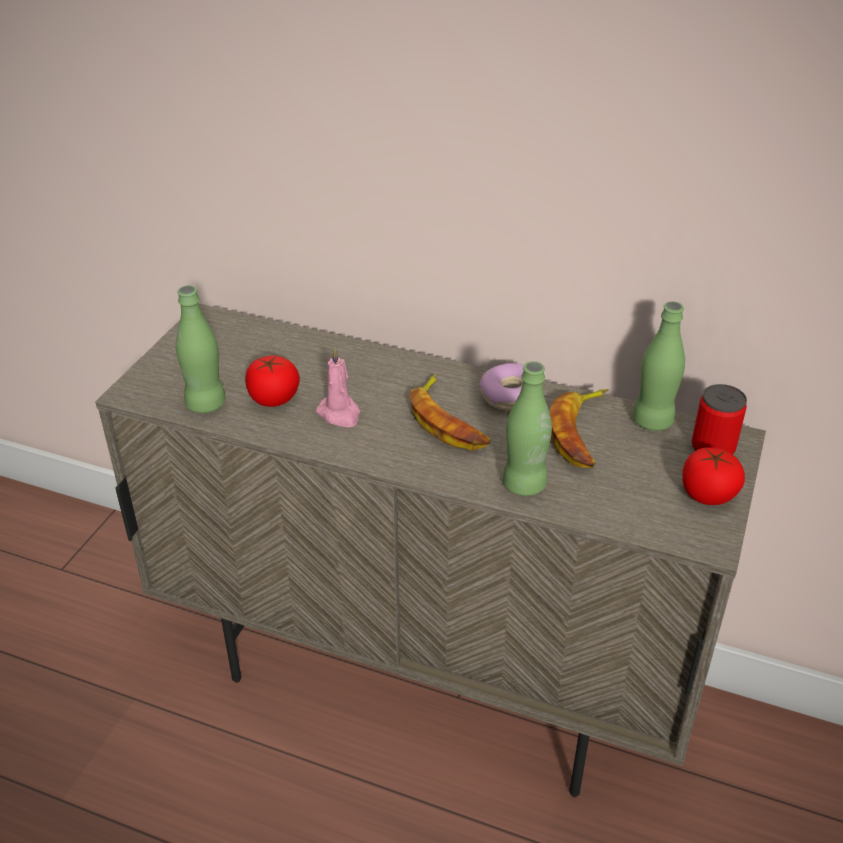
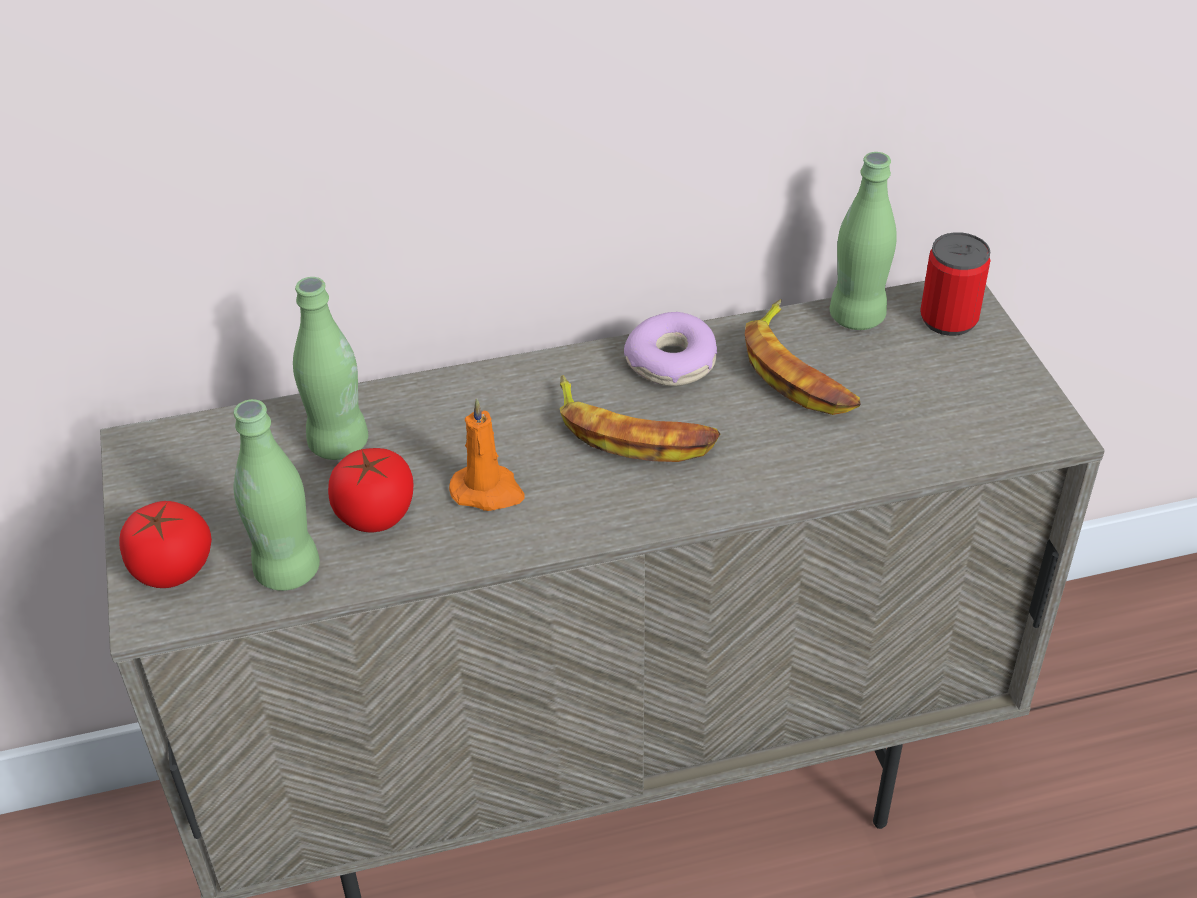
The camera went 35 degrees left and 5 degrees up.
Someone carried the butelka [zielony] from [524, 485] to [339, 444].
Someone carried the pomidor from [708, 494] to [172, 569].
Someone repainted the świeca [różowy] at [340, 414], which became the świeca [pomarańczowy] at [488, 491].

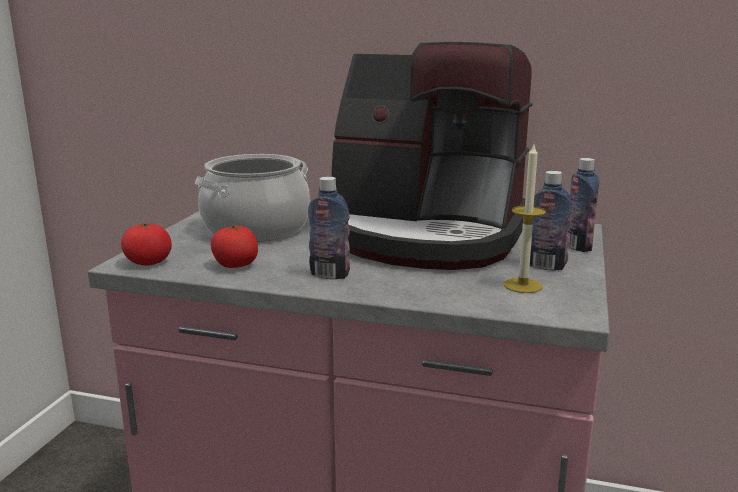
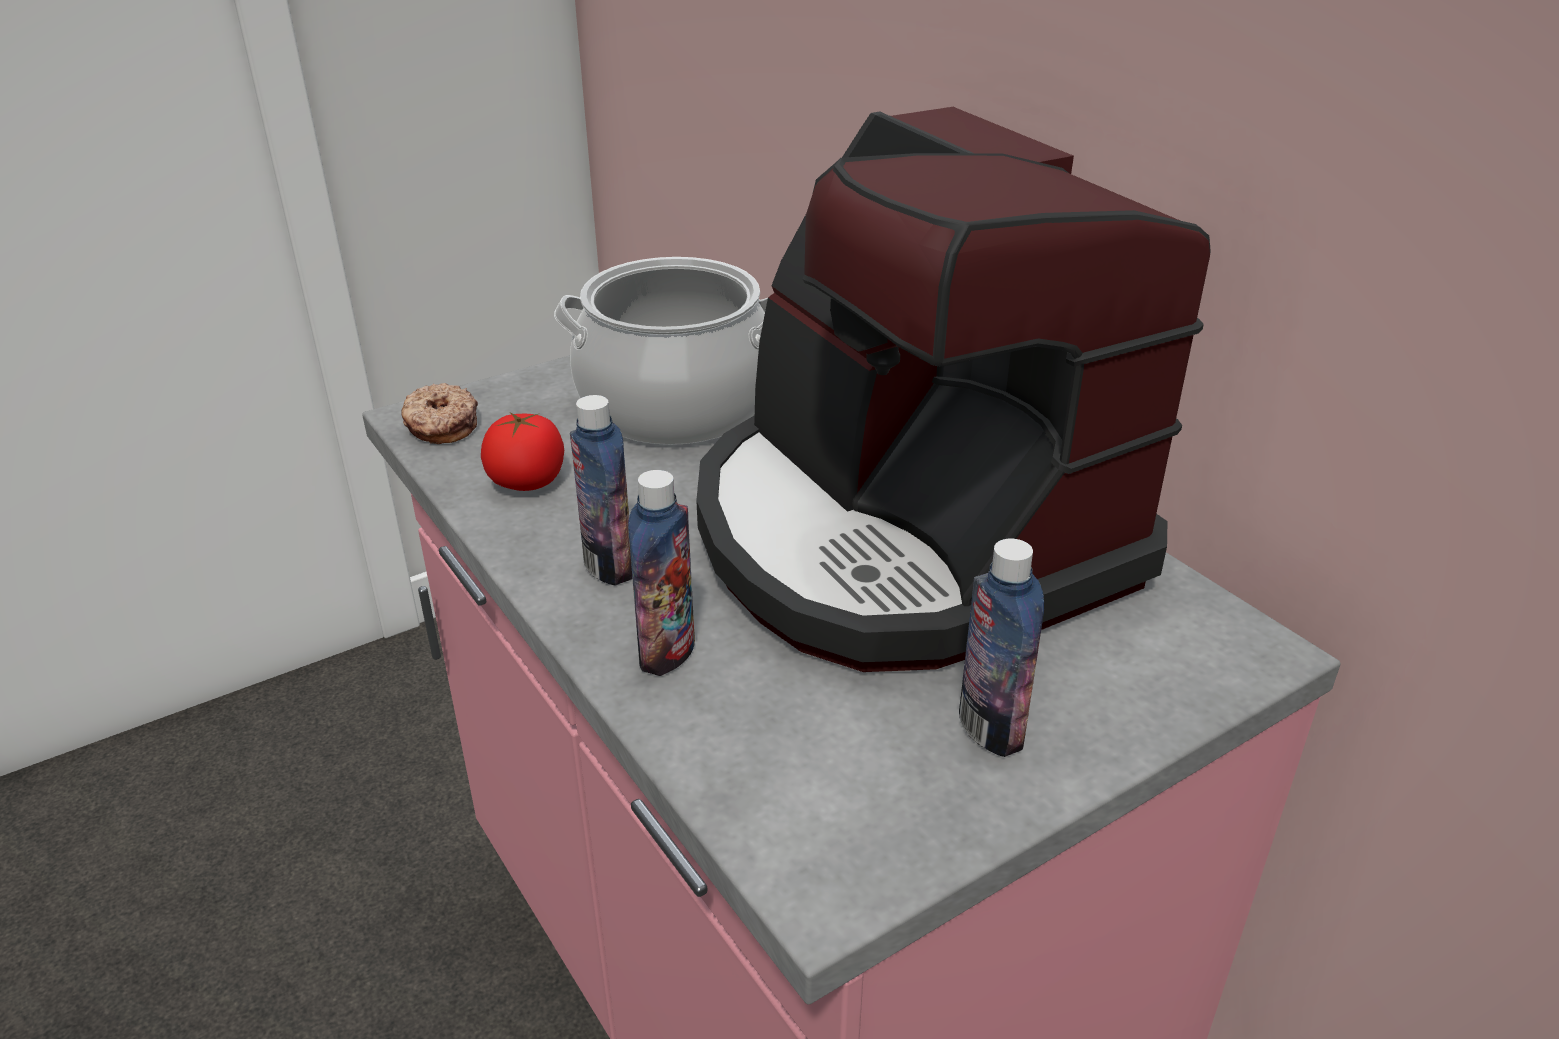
The camera went 40 degrees right and 15 degrees up.
Someone took away the świeca at [523, 285].
Someone carried the butelka from [578, 246] to [667, 651].
Someone swapped the pomidor at [148, 262] for the donut at [440, 426].

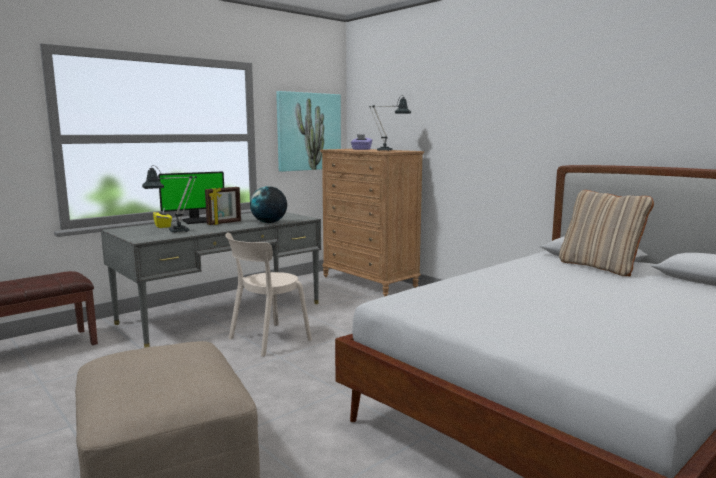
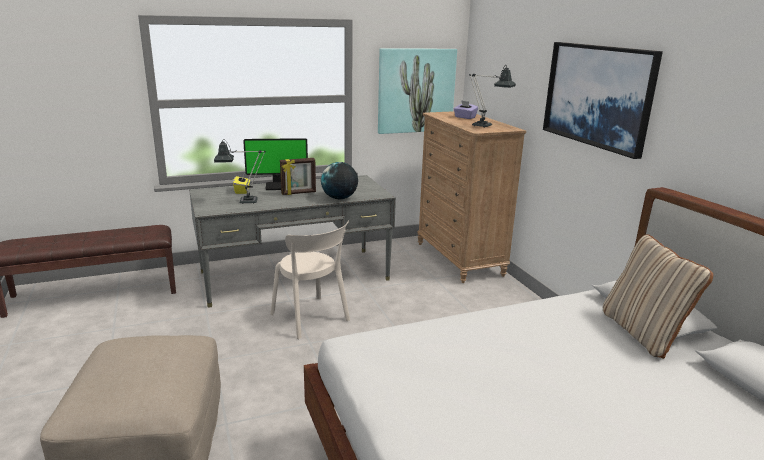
The camera went 20 degrees right and 10 degrees up.
Someone put up the obraz at [597, 95].
Someone rotated the krzesło [beżowy] at [266, 340] by 105 degrees counterclockwise.

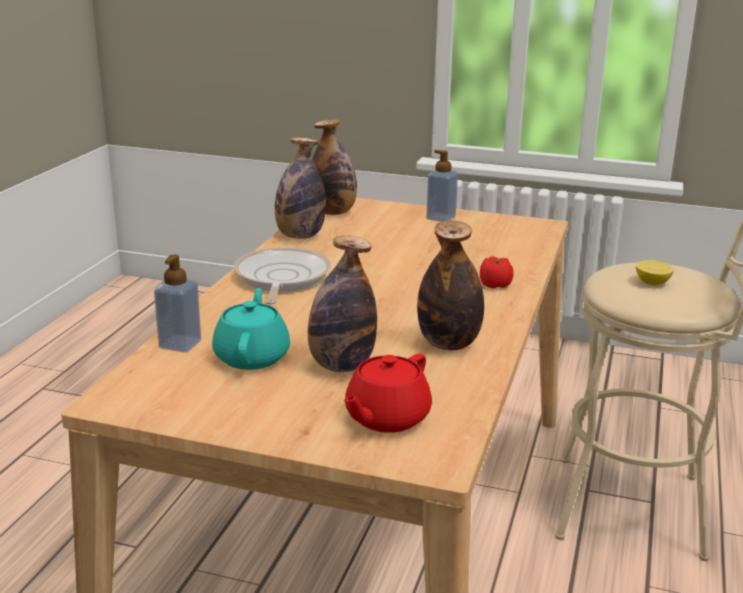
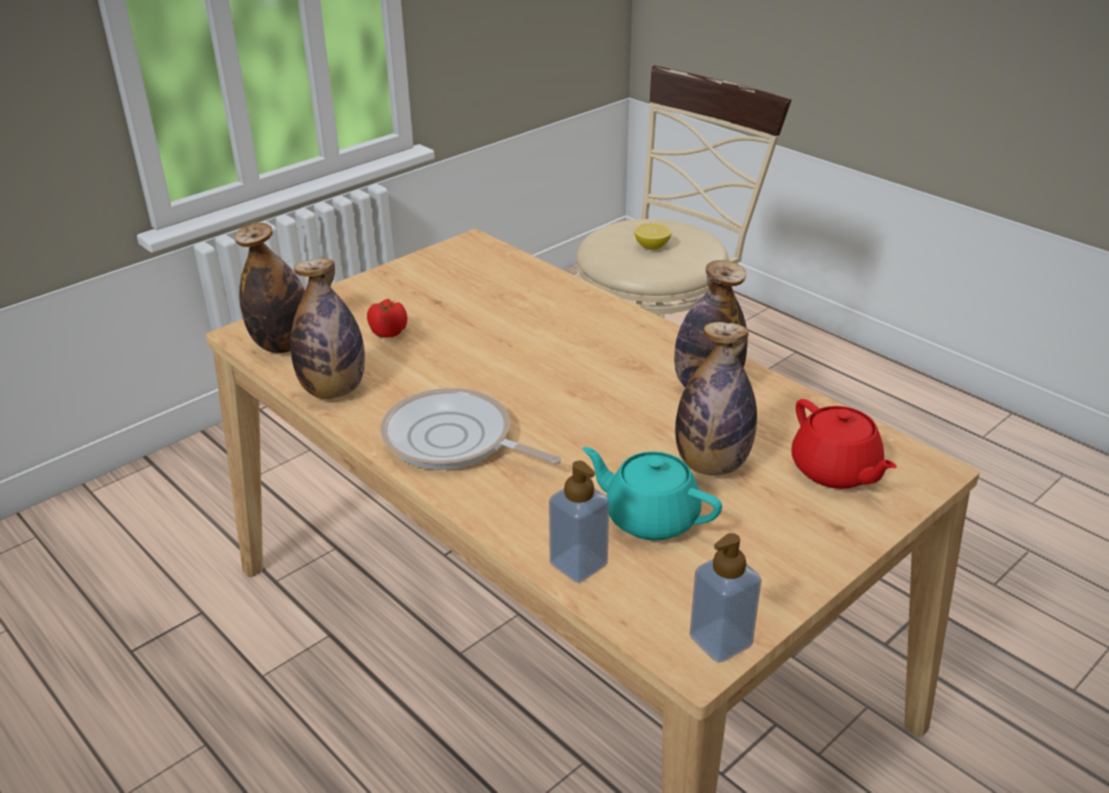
The camera went 60 degrees left and 10 degrees up.
Someone carried the dozownik mydła from [440, 218] to [720, 641].
Someone carried the pomidor from [495, 285] to [388, 332].

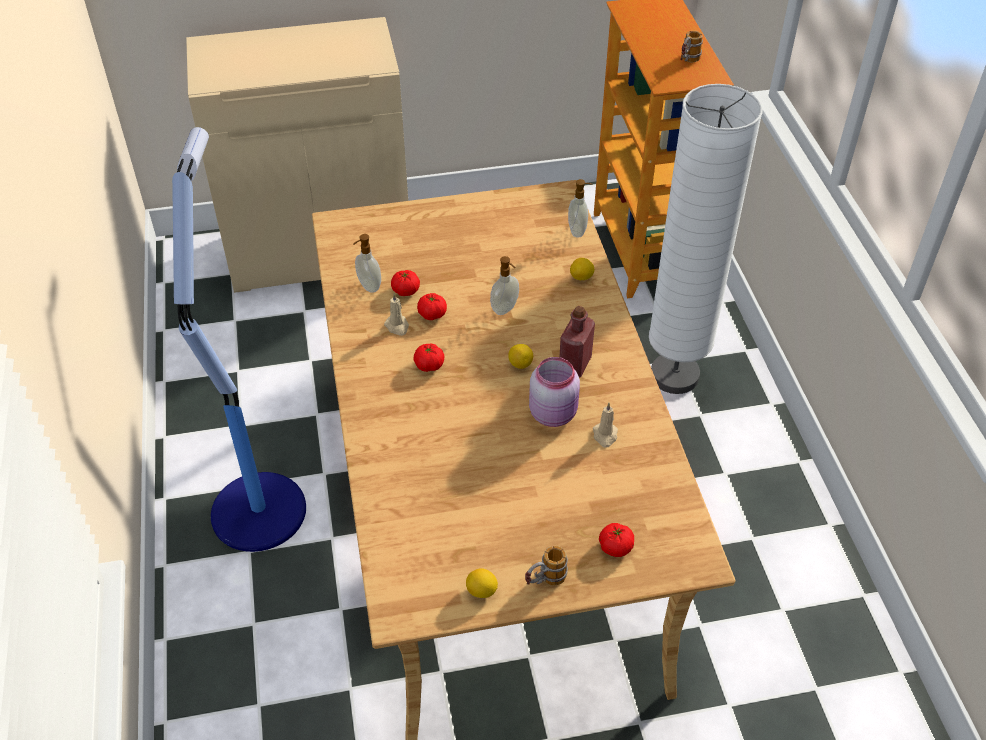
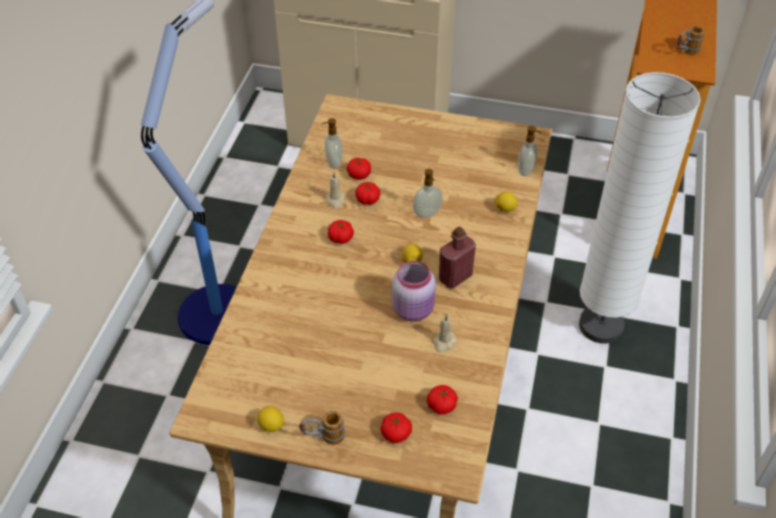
The camera went 25 degrees right and 0 degrees up.
Someone put down the pomidor at [441, 405].

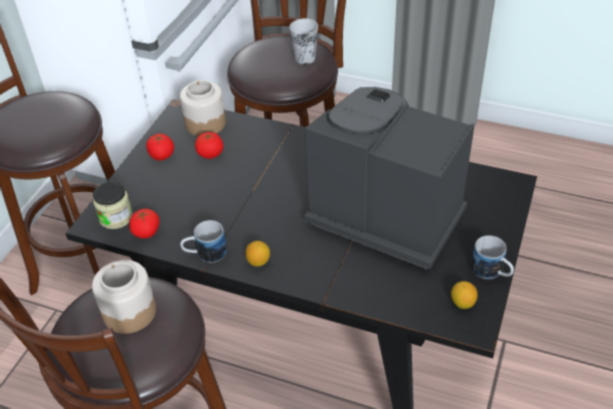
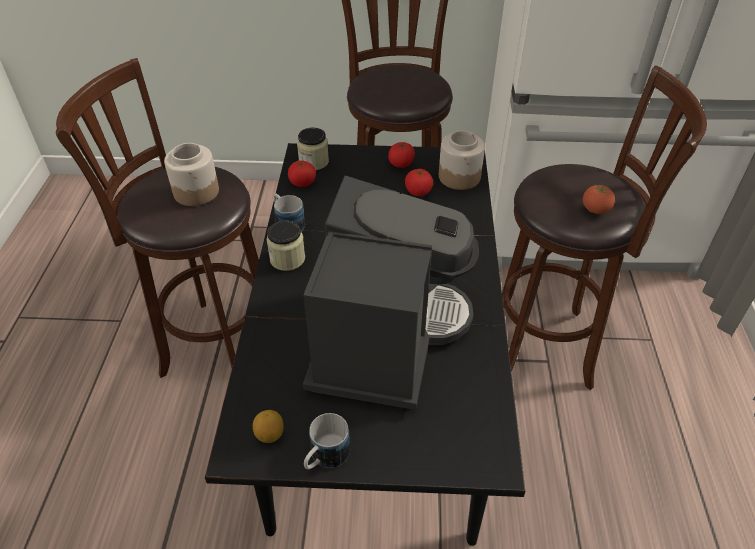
The camera went 70 degrees right and 0 degrees up.
Someone swapped the cytryna at [258, 261] for the słoik at [287, 259].
Someone swapped the filiżanka at [305, 59] for the pomidor at [595, 210].

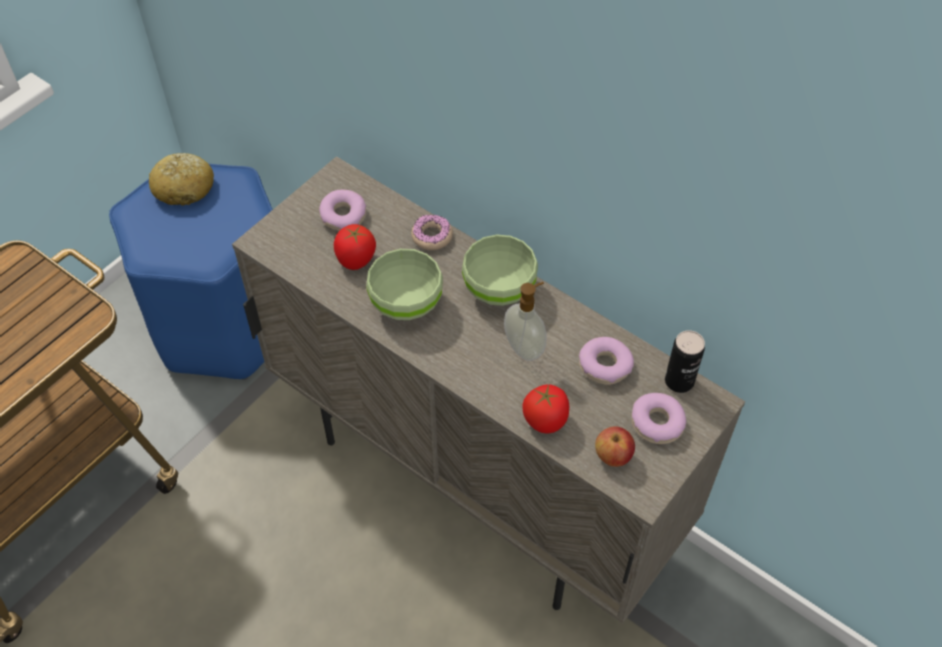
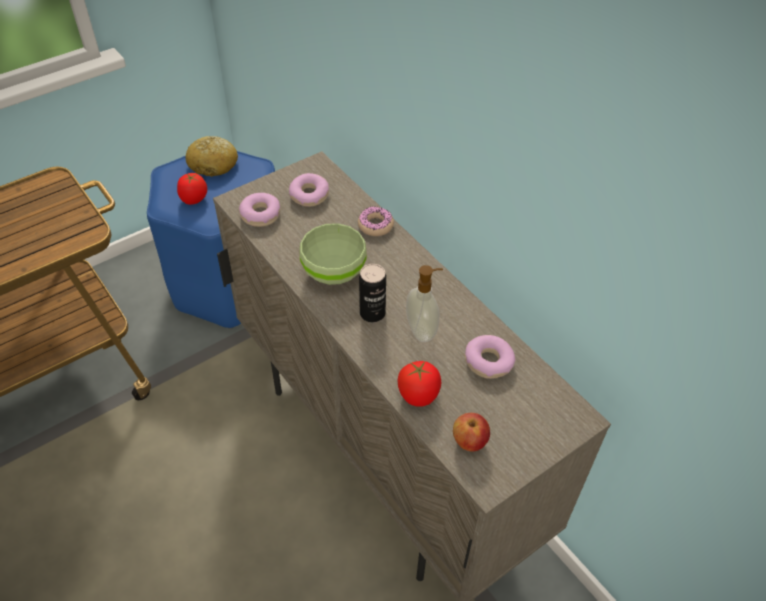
The camera went 15 degrees right and 5 degrees down.
Someone took away the miska [zielony] at [498, 290].
Someone carried the pomidor from [356, 260] to [194, 199].
Someone carried the donut from [657, 423] to [260, 214].
Someone carried the puszka from [679, 381] to [372, 313].

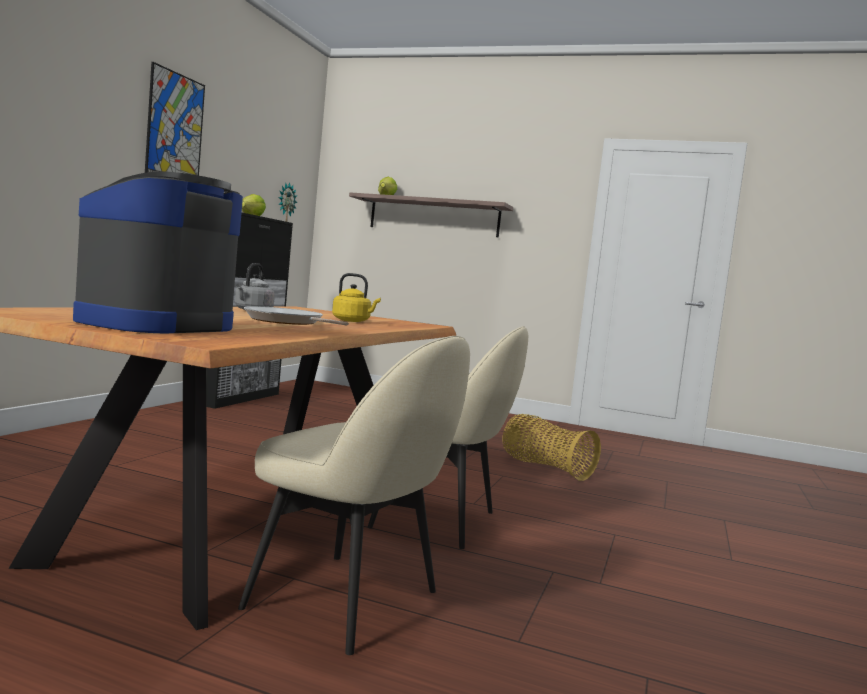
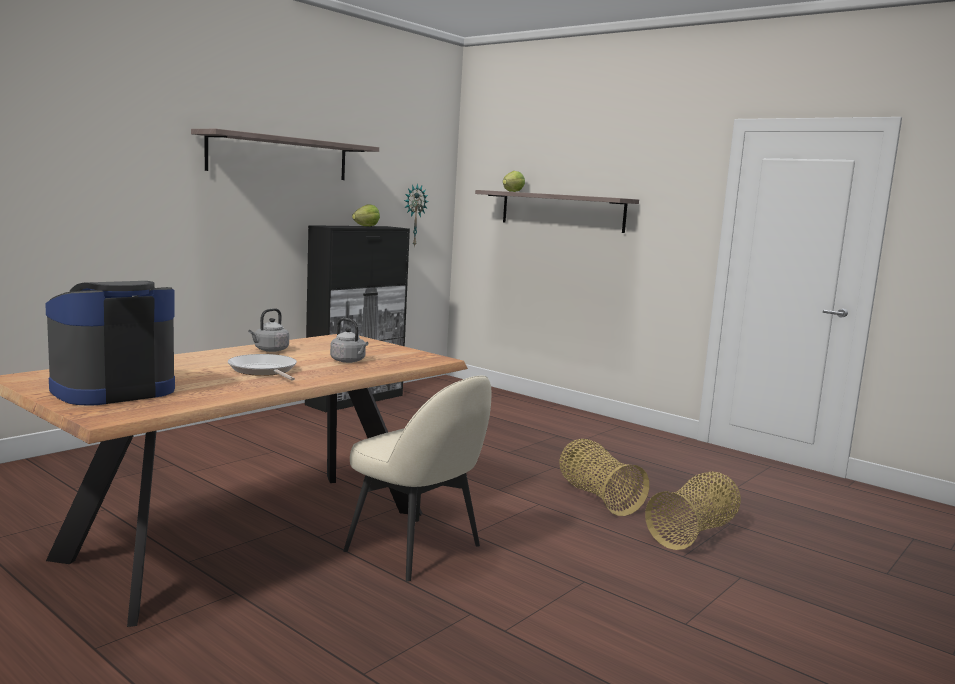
The camera went 20 degrees right and 5 degrees up.
Someone took away the krzesło [beżowy] at [347, 601].
Someone put down the koszyk at [693, 533].
Someone swapped the obraz at [175, 129] for the półka at [279, 157].
Someone repainted the czajnik [żółty] at [353, 321], which became the czajnik [szary] at [349, 361].

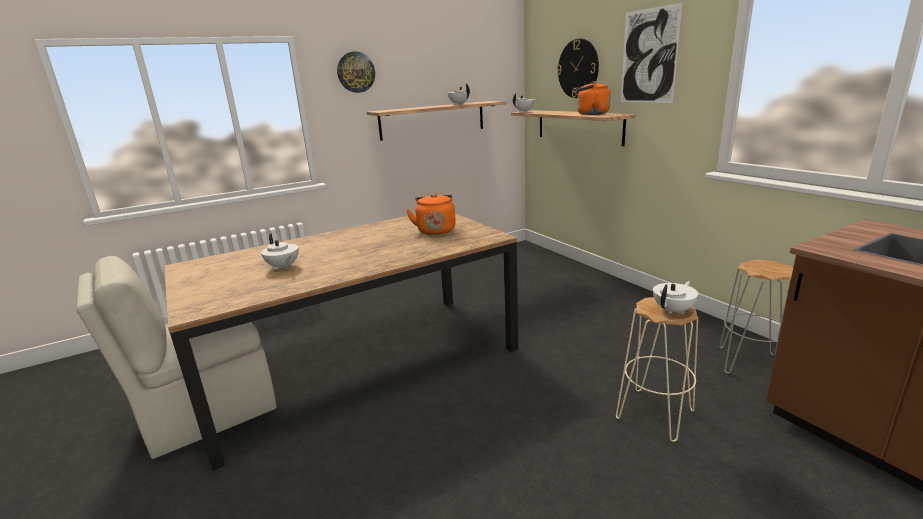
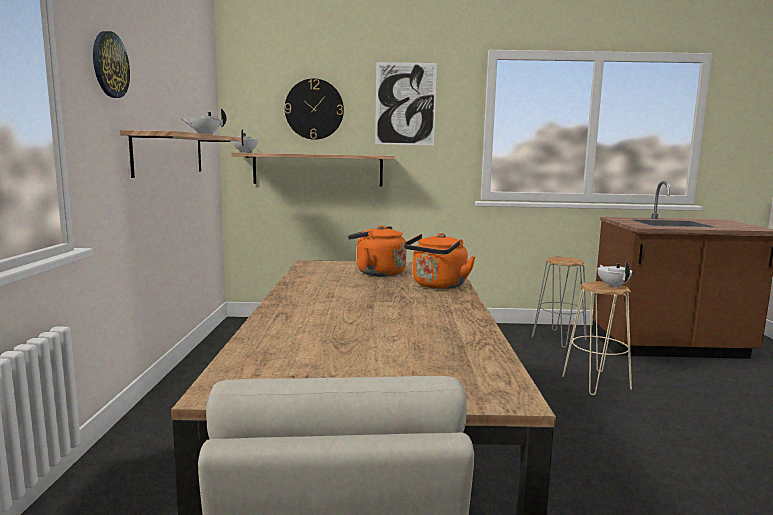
The camera went 60 degrees left and 10 degrees down.
Someone took away the imbryk [biały] at [283, 267].
Someone carried the czajnik [pomarańczowy] from [590, 114] to [437, 286].

